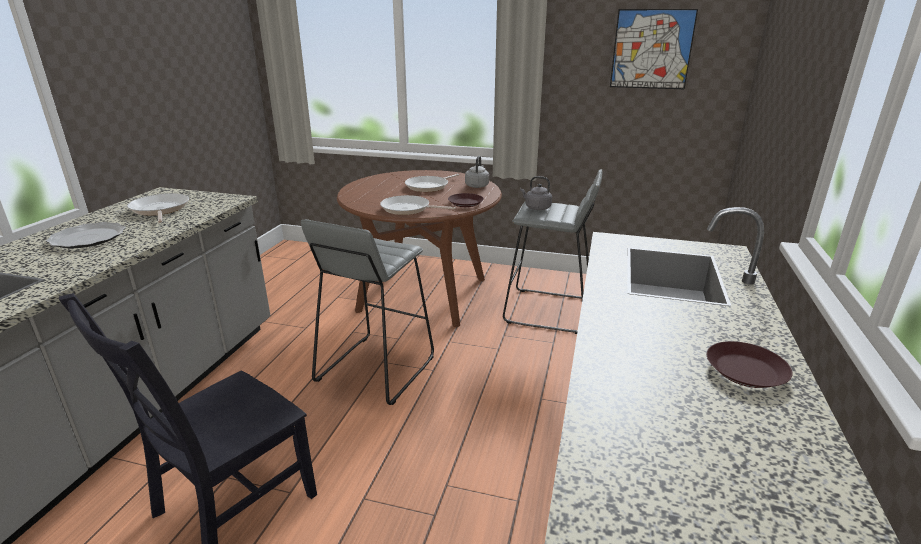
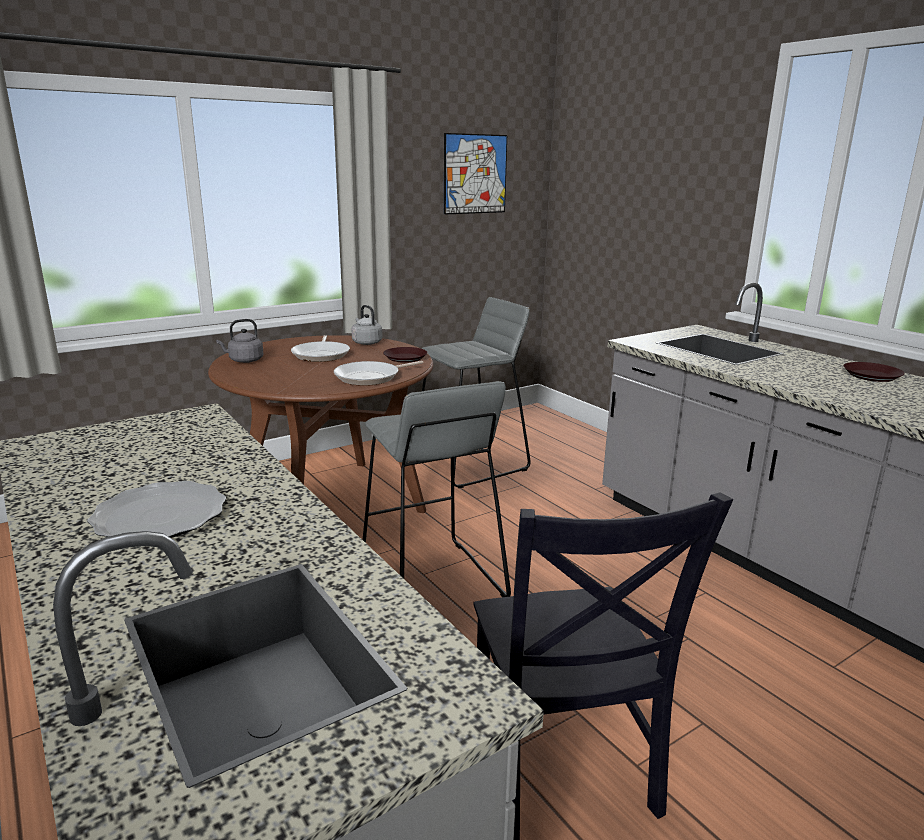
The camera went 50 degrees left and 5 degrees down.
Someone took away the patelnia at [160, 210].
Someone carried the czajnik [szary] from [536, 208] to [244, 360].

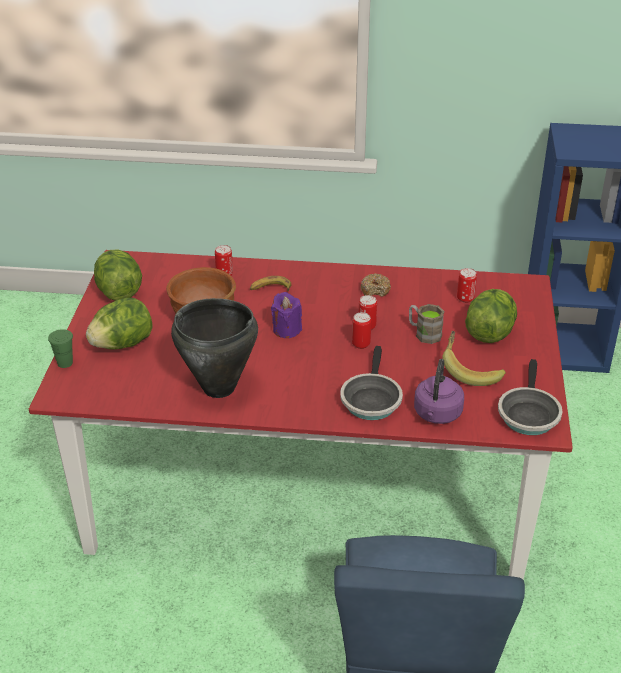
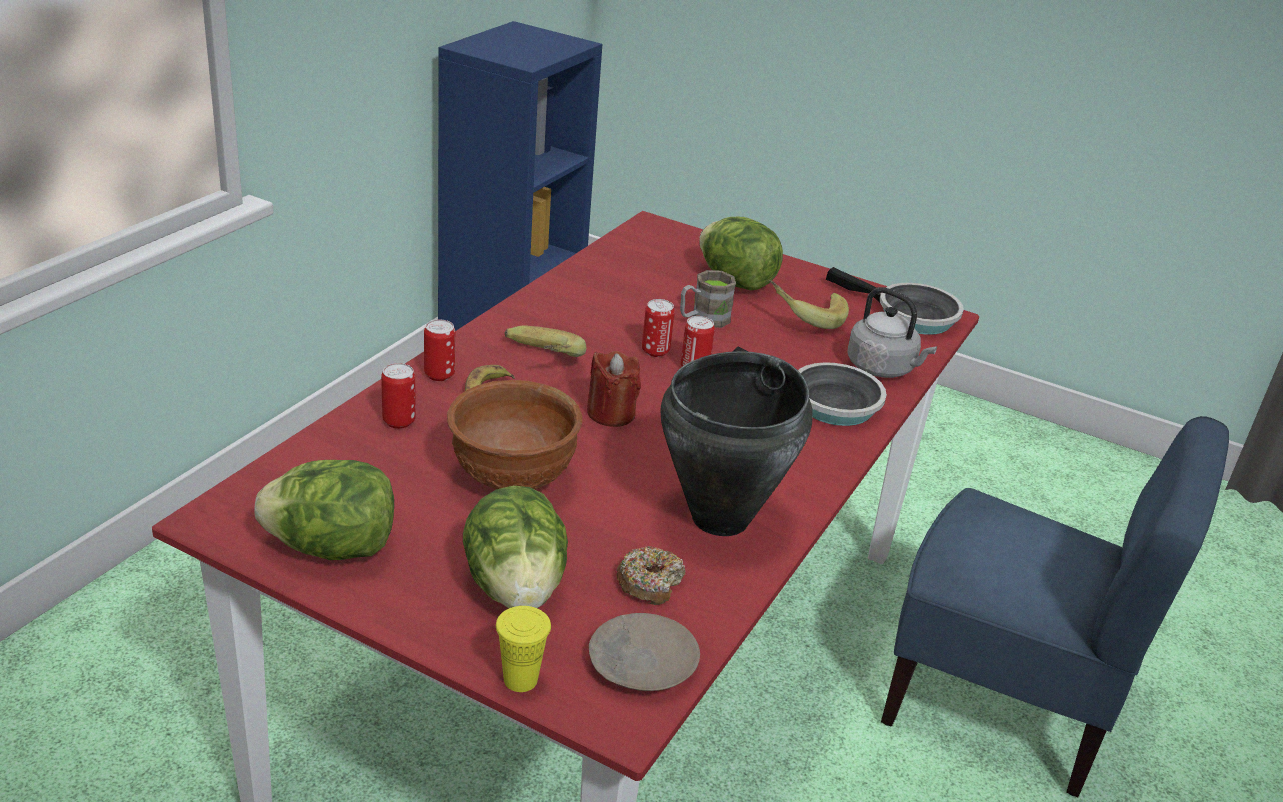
The camera went 70 degrees left and 5 degrees down.
Someone put down the banan at [539, 364].
Someone put down the talerz [beżowy] at [641, 663].
Someone carried the donut from [375, 290] to [649, 583].
Someone carried the puszka from [465, 298] to [439, 375].
Someone repainted the filiżanka [zielony] at [65, 363], which became the filiżanka [żółty] at [520, 679].
Someone repainted the świeca [fioletowy] at [286, 330], which became the świeca [czerwony] at [611, 413].
Someone repainted the czajnik [fioletowy] at [437, 415], which became the czajnik [szary] at [883, 369].

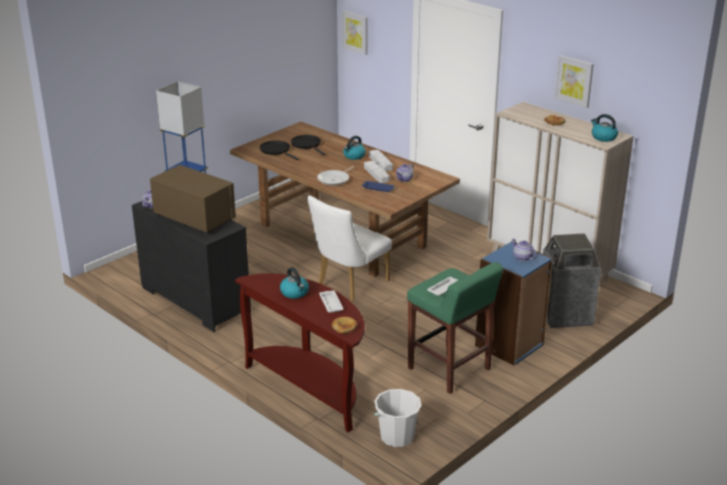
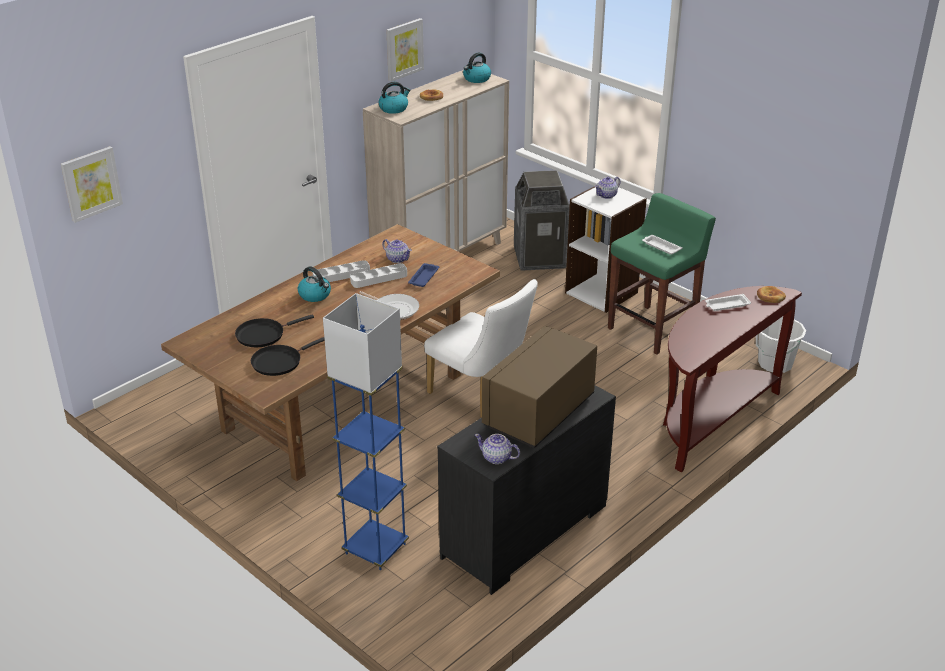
The camera went 90 degrees left and 5 degrees up.
Someone carried the czajnik from [295, 293] to [394, 108].
Someone repainted the regał [niebieski] at [510, 345], which became the regał [biały] at [602, 292].

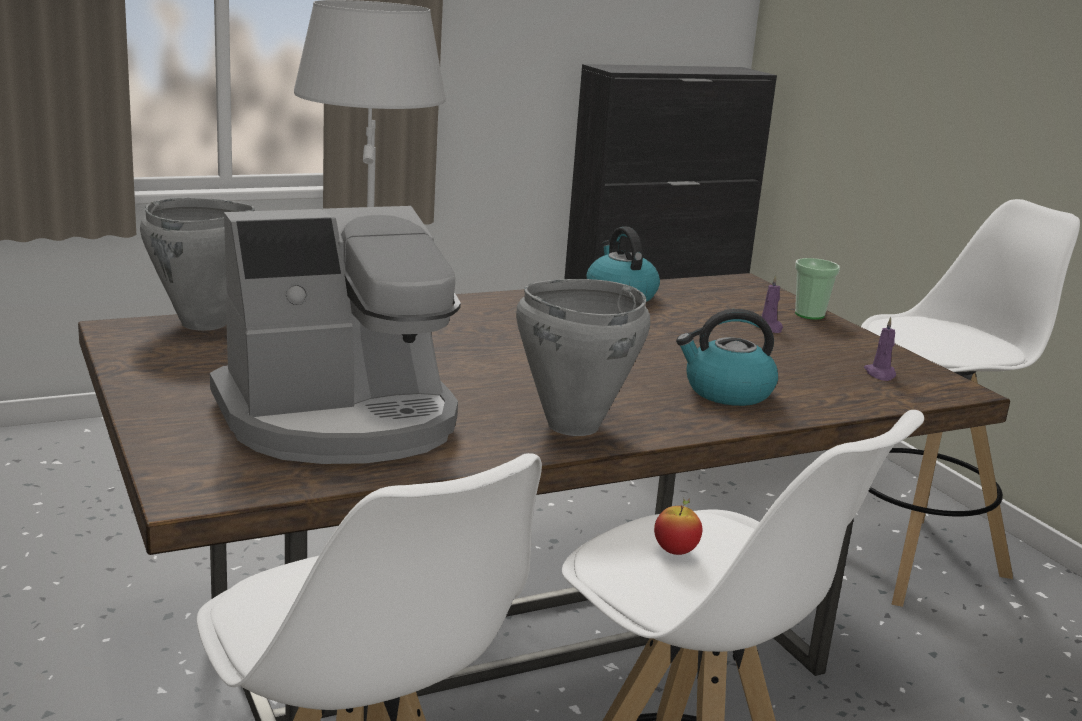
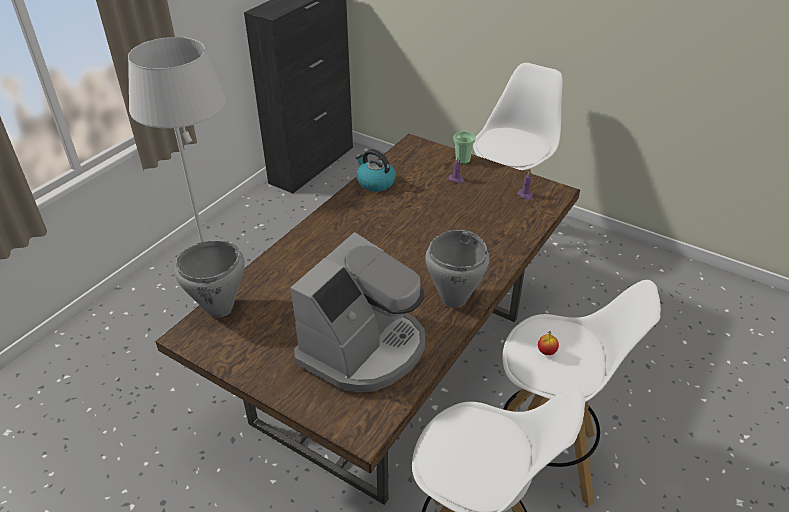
The camera went 30 degrees left and 20 degrees up.
Someone took away the czajnik at [727, 392].

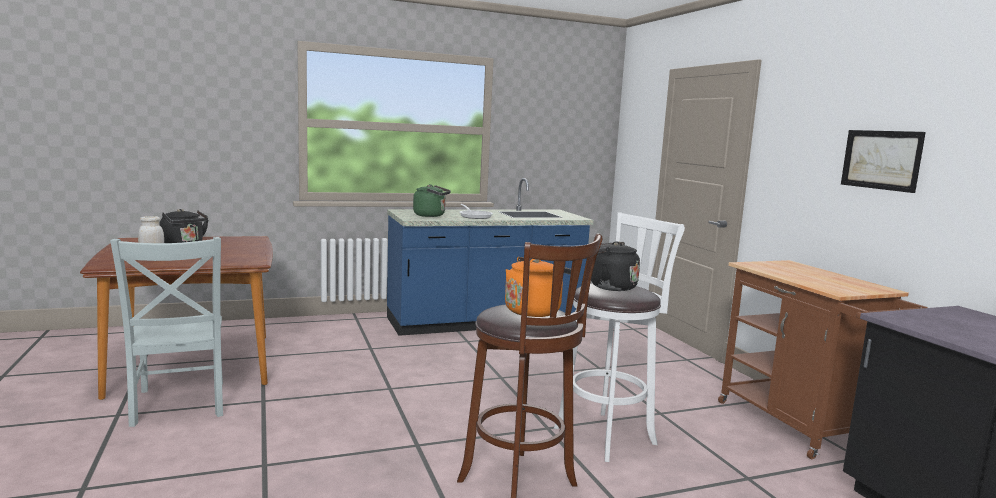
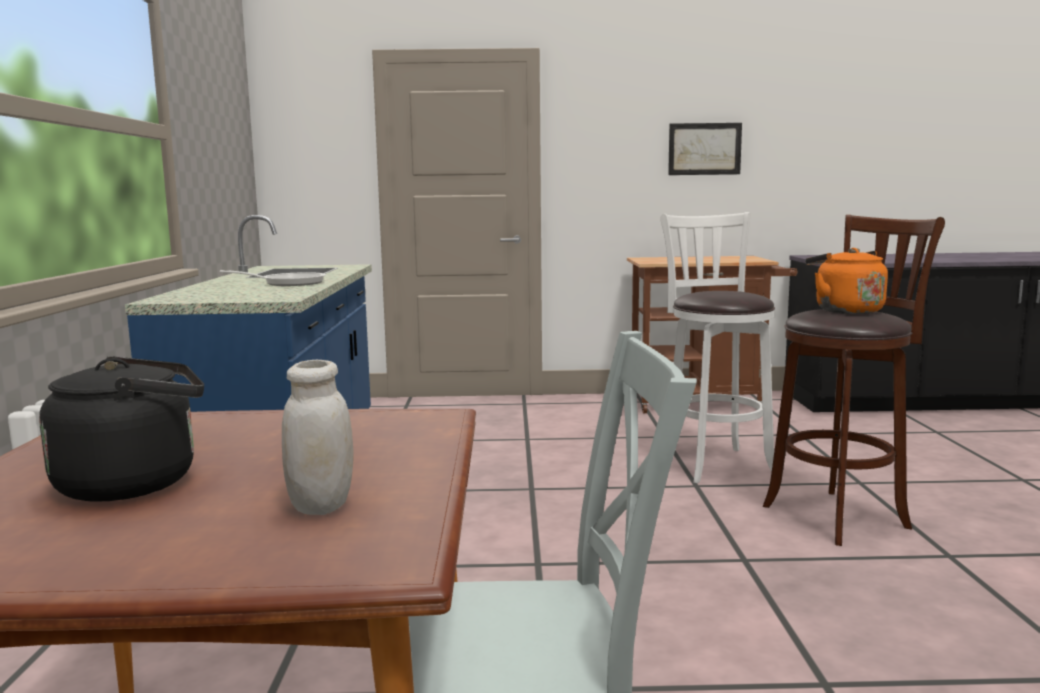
The camera went 70 degrees left and 0 degrees up.
Someone took away the czajnik [zielony] at [431, 215].
Someone took away the czajnik [czarny] at [609, 287].

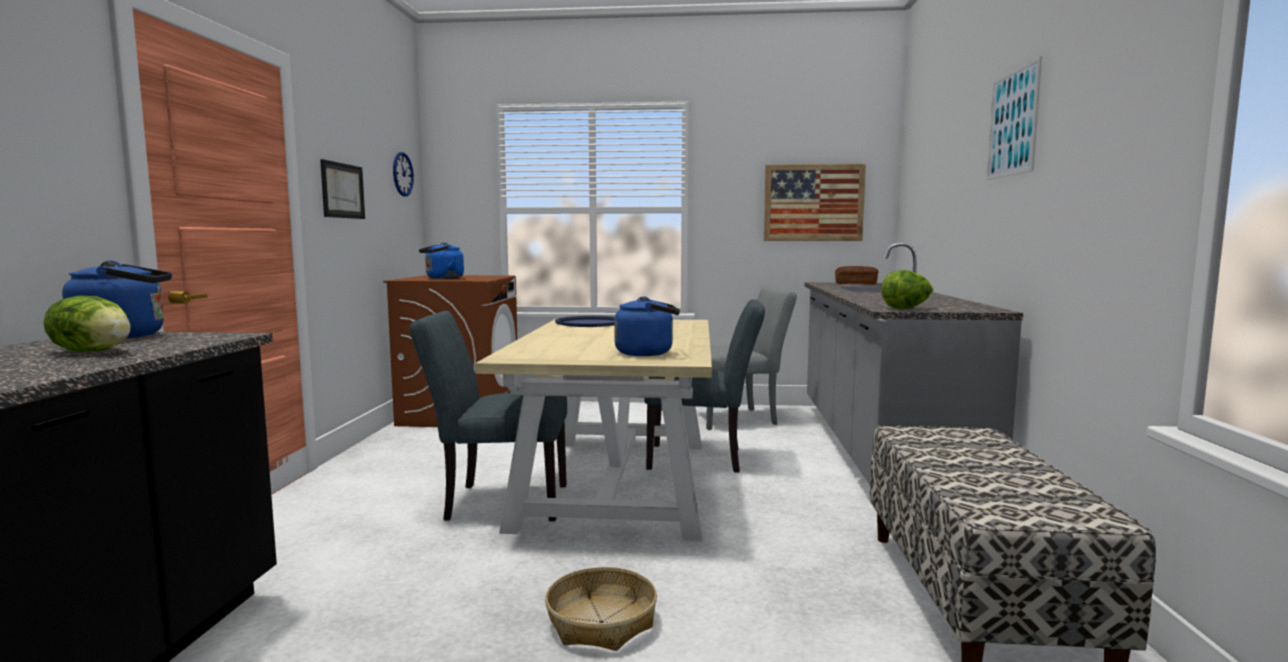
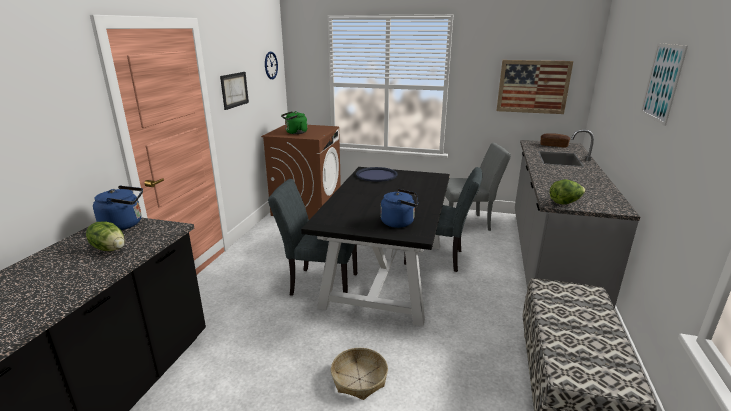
The camera went 10 degrees right and 15 degrees up.
Someone repainted the czajnik [niebieski] at [442, 278], which became the czajnik [zielony] at [295, 133].
Someone repainted the stół jadalny [beżowy] at [618, 482], which became the stół jadalny [czarny] at [386, 273].

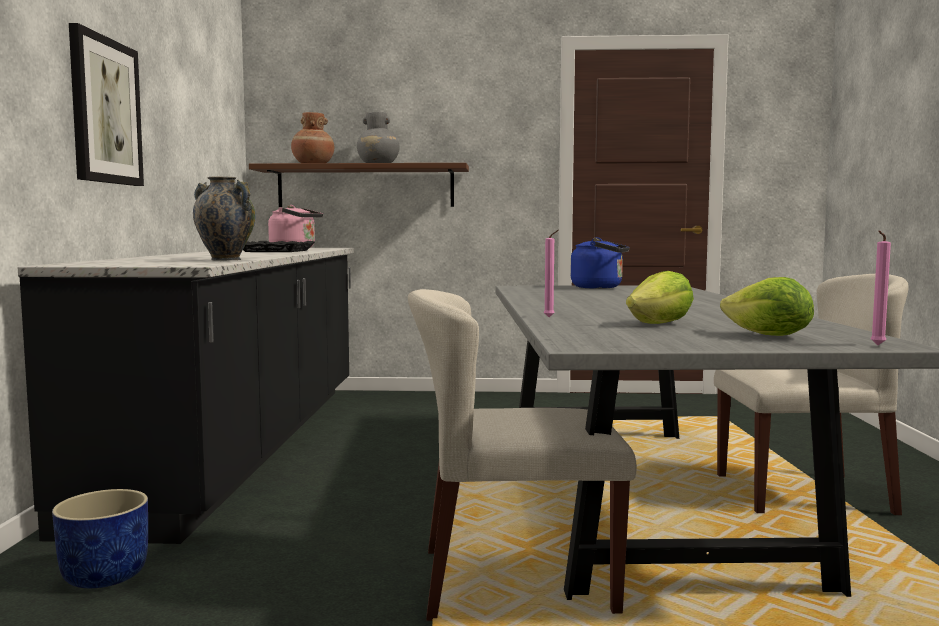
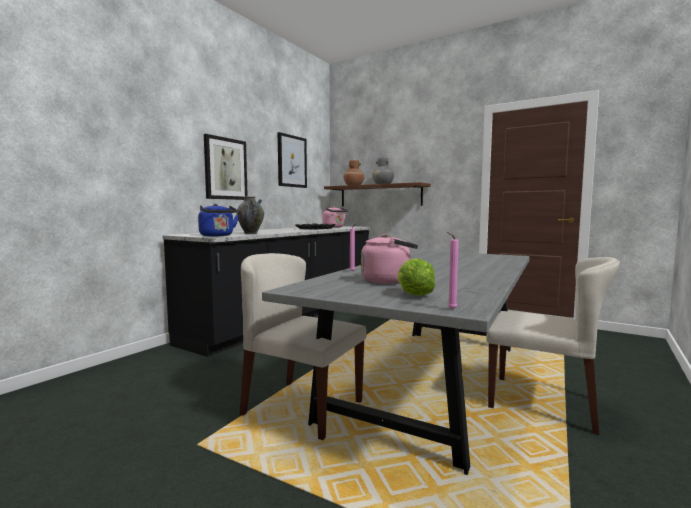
The camera went 30 degrees right and 0 degrees up.
Someone took away the donica [niebieski] at [105, 575].
Someone put up the obraz at [291, 161].
Someone carried the czajnik [niebieski] from [600, 287] to [217, 236].
Someone swapped the sałata at [660, 324] for the czajnik [różowy] at [388, 281].

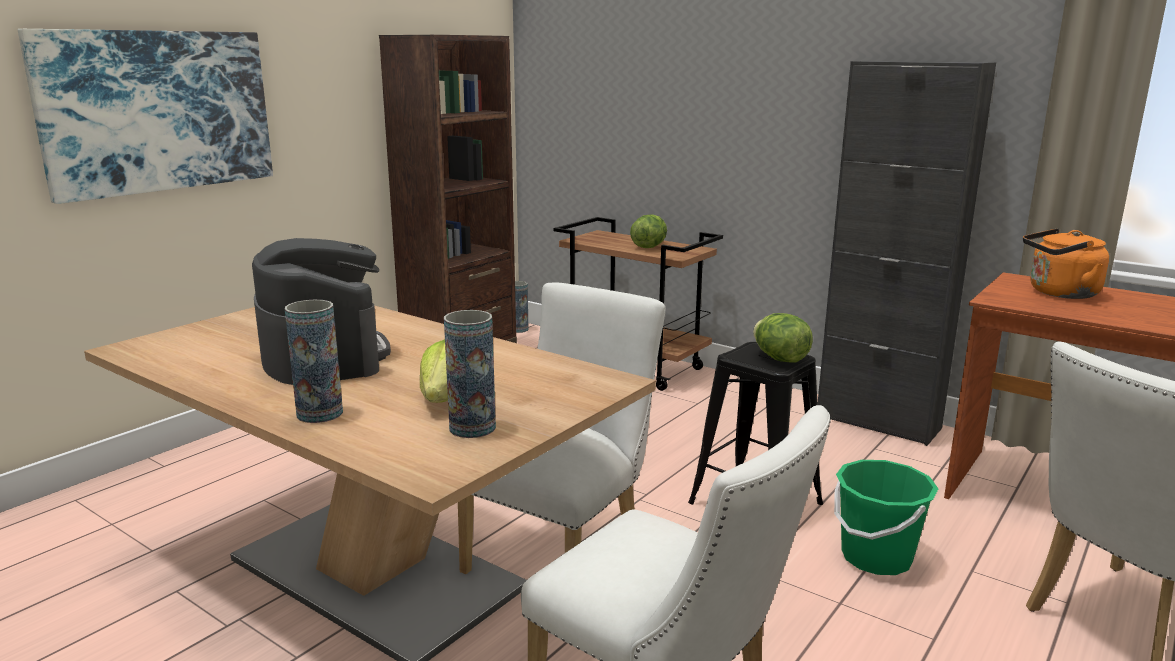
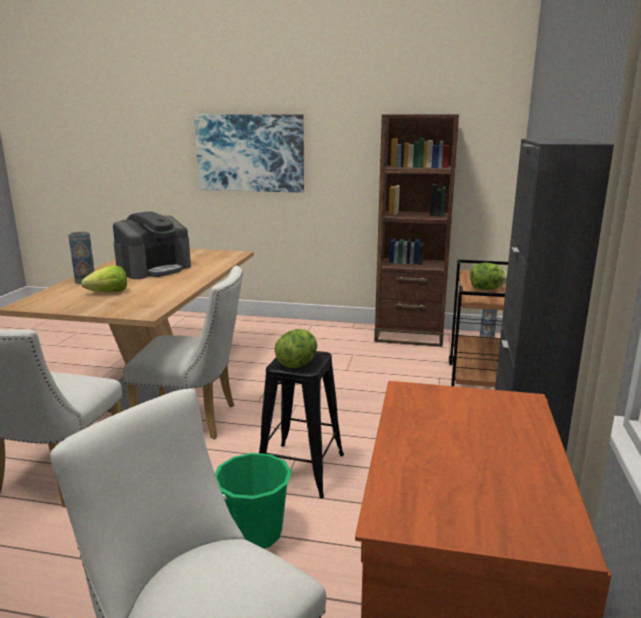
The camera went 65 degrees right and 0 degrees up.
Someone took away the wazon at [472, 428].
Someone took away the czajnik [pomarańczowy] at [1059, 293].

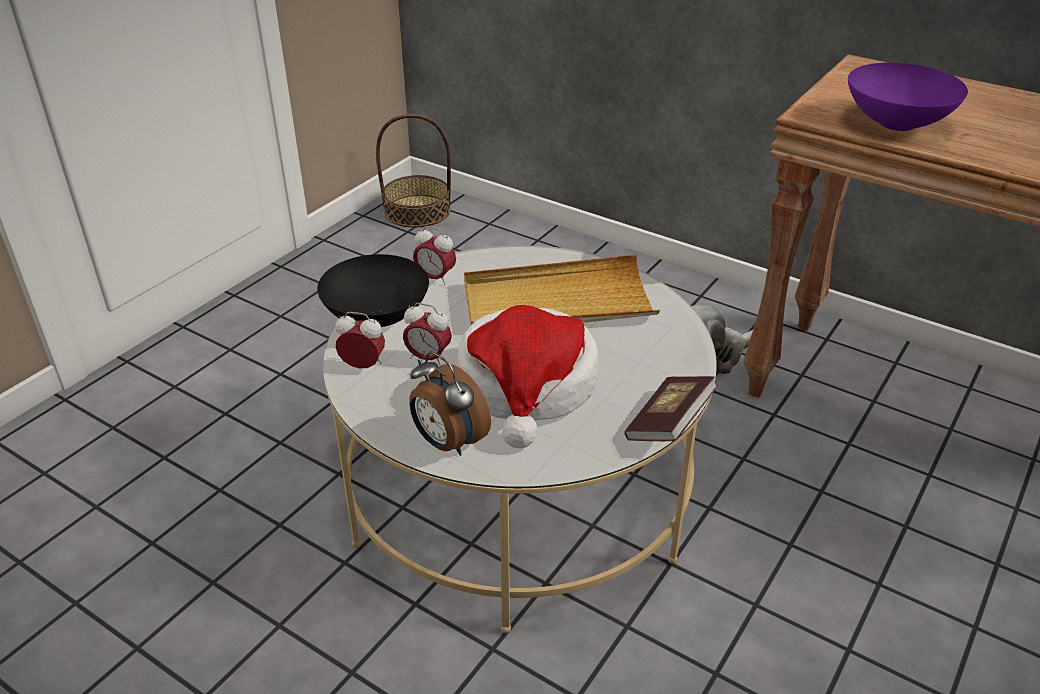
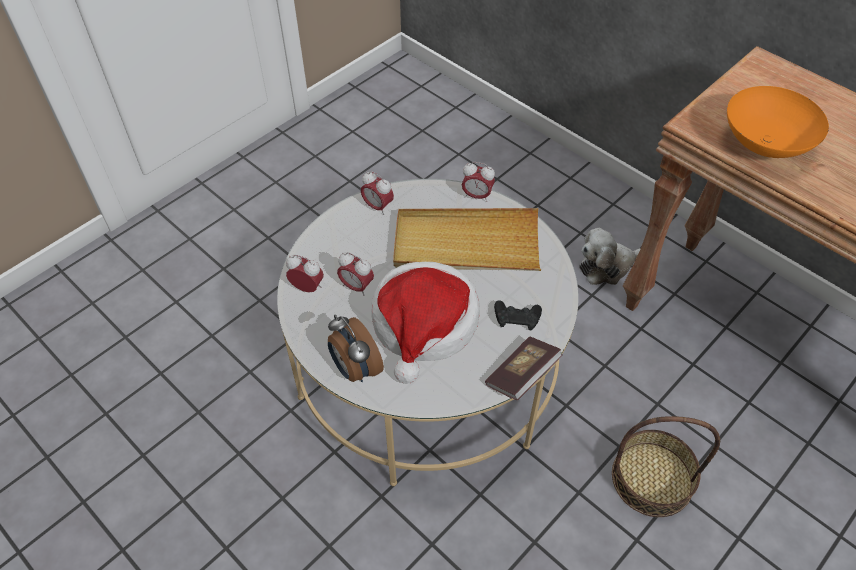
The camera went 10 degrees right and 15 degrees up.
Someone took away the miska [czarny] at [378, 318].
Someone put down the budzik at [477, 196].
Someone put down the pad do gier [czarny] at [517, 318].
Someone carried the koszyk from [417, 211] to [652, 478].
Someone repainted the miska [fioletowy] at [895, 124], which became the miska [pomarańczowy] at [763, 145].

